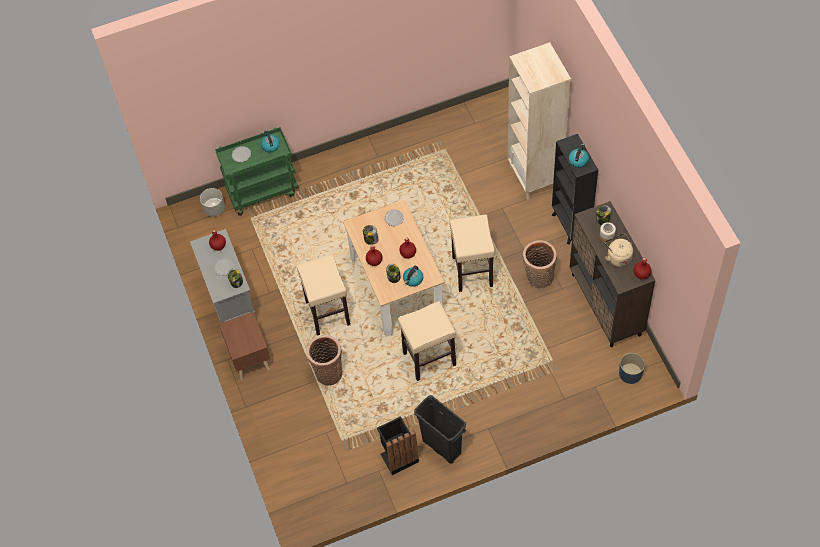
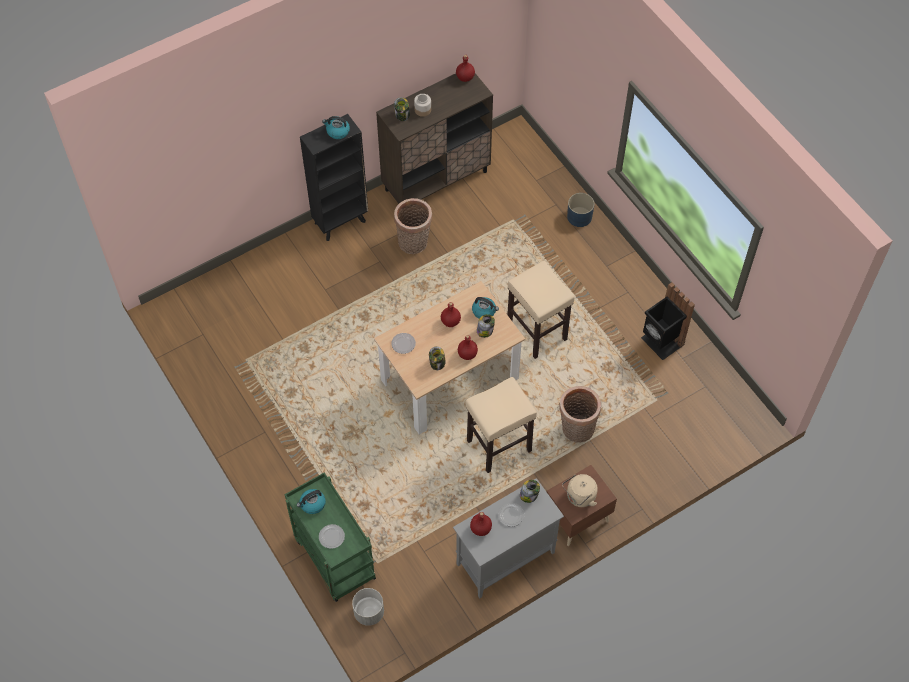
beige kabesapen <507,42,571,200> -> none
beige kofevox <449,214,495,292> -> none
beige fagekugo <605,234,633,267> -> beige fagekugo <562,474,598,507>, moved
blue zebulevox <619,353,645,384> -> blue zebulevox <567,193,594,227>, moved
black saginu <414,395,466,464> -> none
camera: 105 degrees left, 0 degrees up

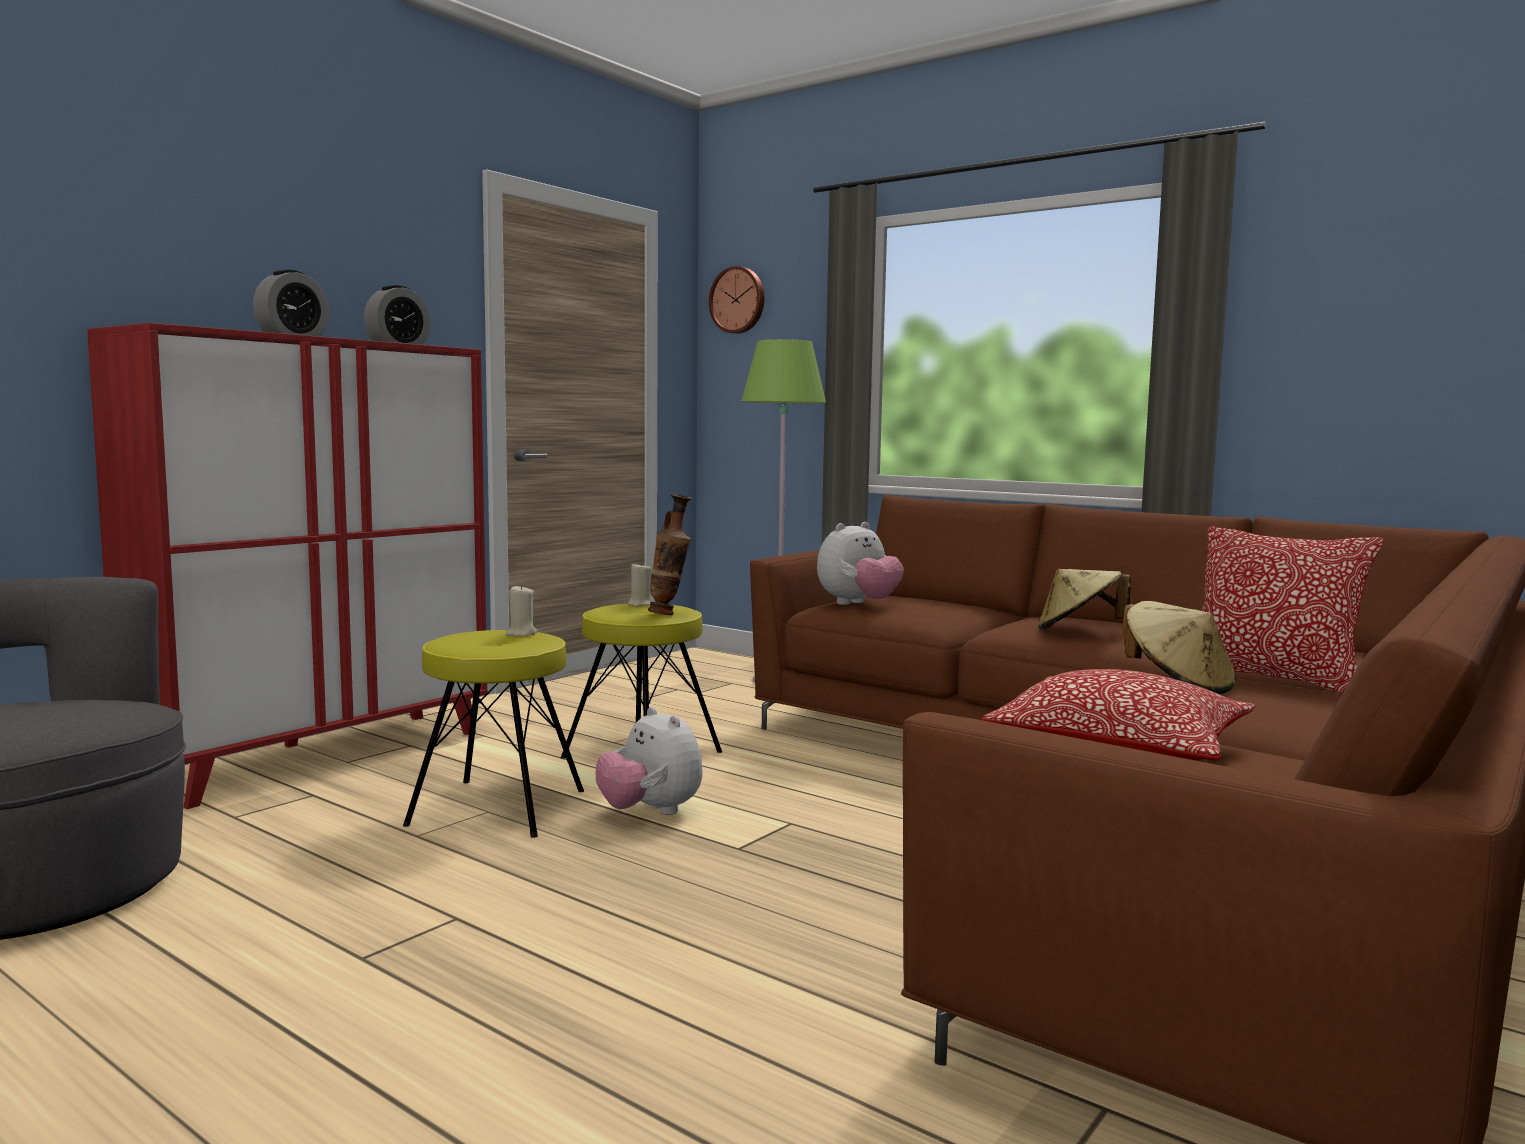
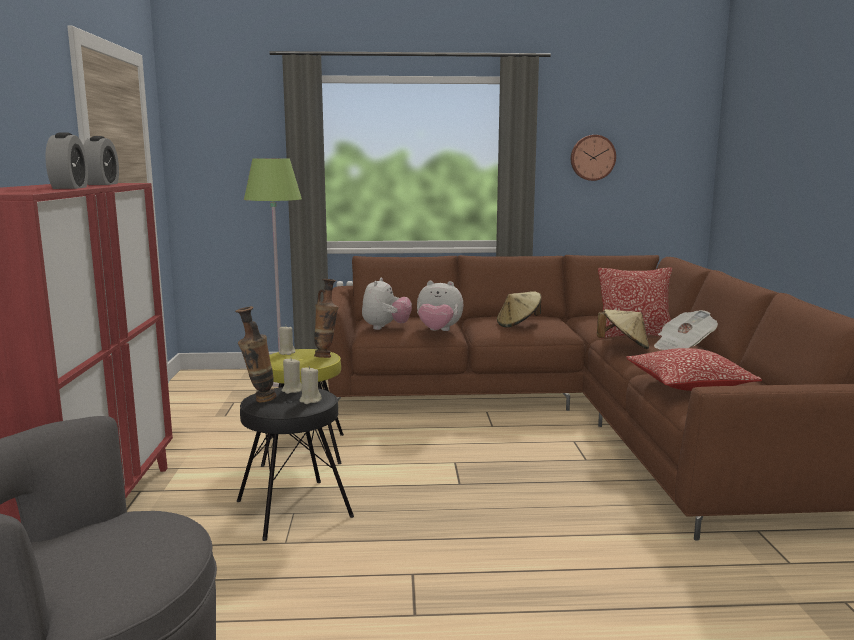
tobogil <709,266,765,334> -> tobogil <571,135,616,181>, moved
yellow kofevox <403,630,584,838> -> black kofevox <237,387,354,541>
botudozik <596,707,703,815> -> botudozik <417,281,463,331>, moved
none -> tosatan <235,306,276,402>
none -> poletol <654,310,718,350>
none -> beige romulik <299,367,322,404>
camera: 40 degrees left, 5 degrees up

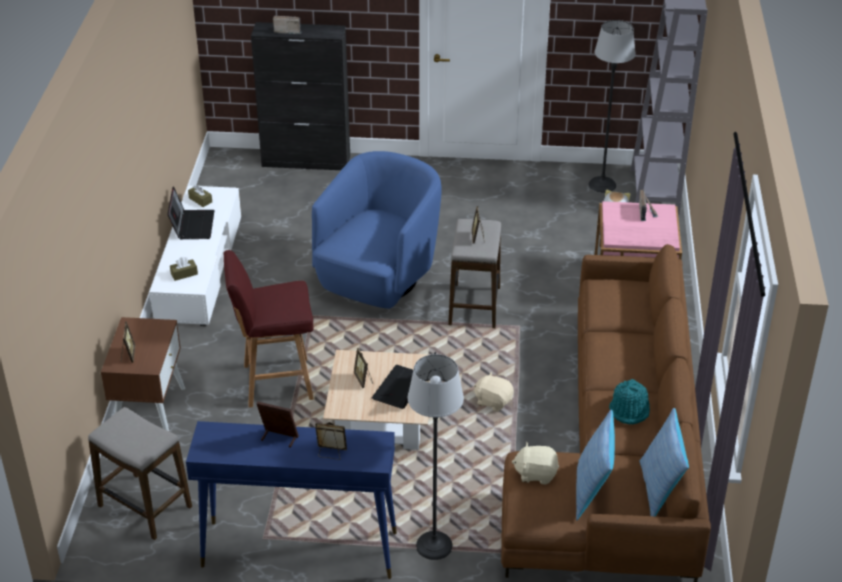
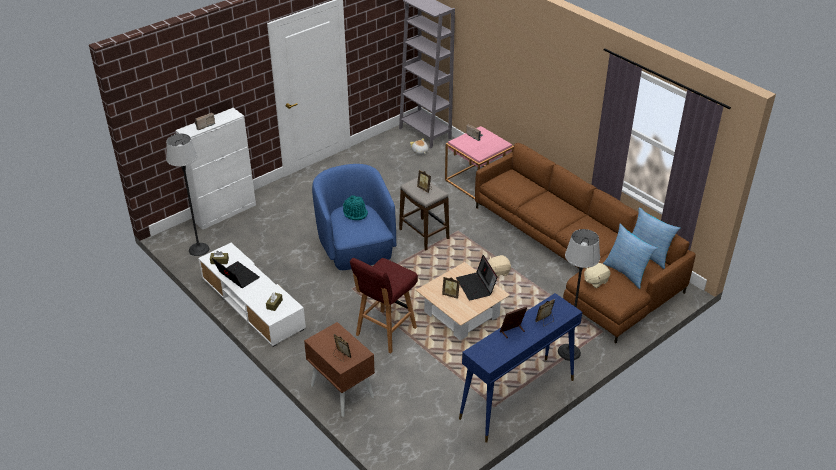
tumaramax <589,20,636,193> -> tumaramax <166,133,209,256>, moved
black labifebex <251,22,350,170> -> white labifebex <176,108,256,230>
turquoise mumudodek <609,379,650,424> -> turquoise mumudodek <343,195,368,220>, moved
kofevox <88,407,192,540> -> none
camera: 45 degrees left, 0 degrees up

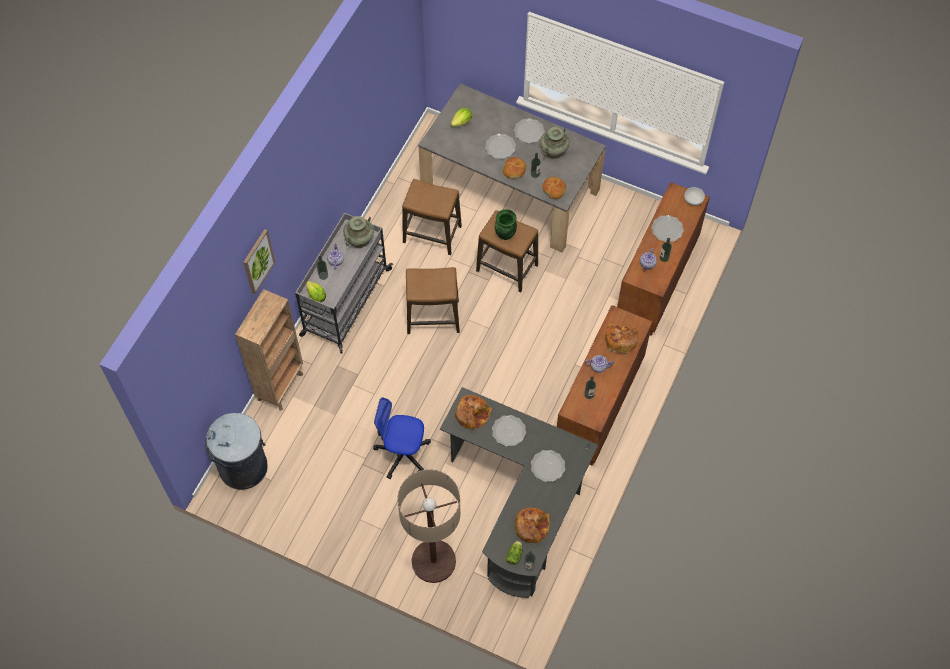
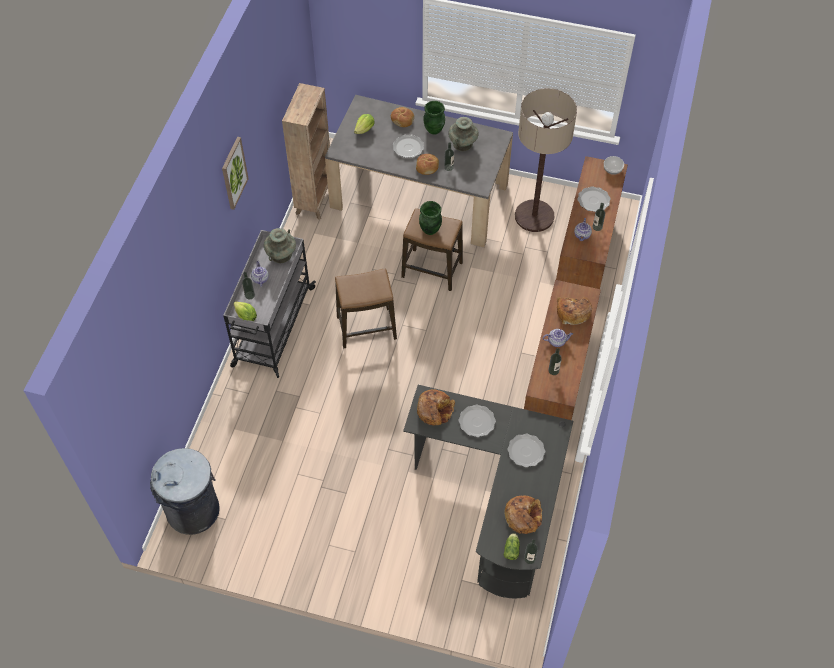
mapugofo <514,118,545,143> -> green tosatan <423,101,445,135>
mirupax <542,177,566,199> -> mirupax <391,107,414,127>, moved
kofevox <402,179,462,255> -> none
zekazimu <243,229,275,294> -> zekazimu <222,137,249,210>, moved
brown kabesapen <235,289,303,411> -> brown kabesapen <282,83,330,220>, moved
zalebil <373,397,431,479> -> none
tumaramax <397,469,461,583> -> tumaramax <515,88,577,232>, moved
camera: 10 degrees left, 5 degrees down

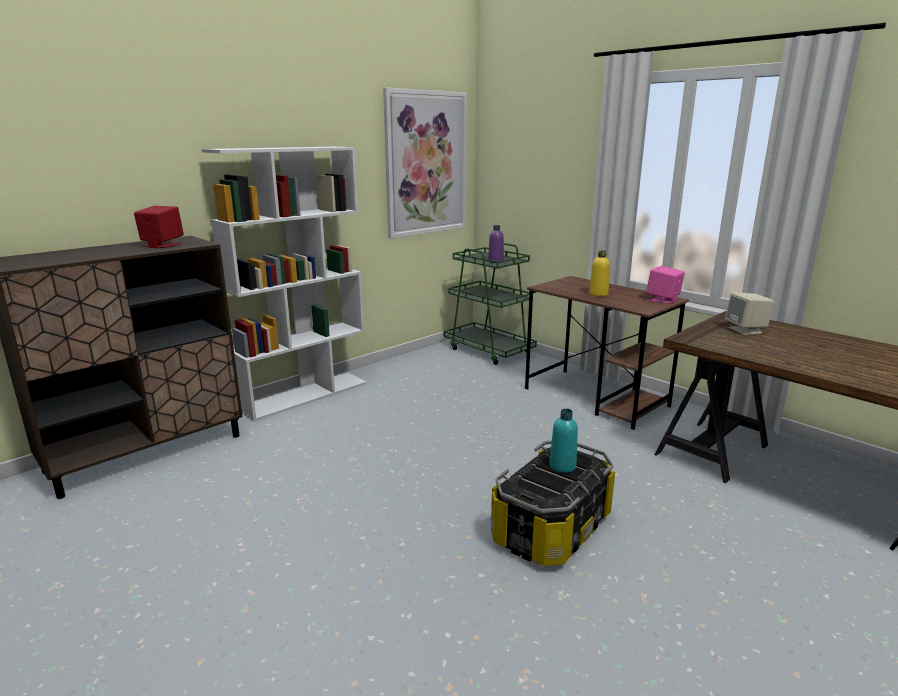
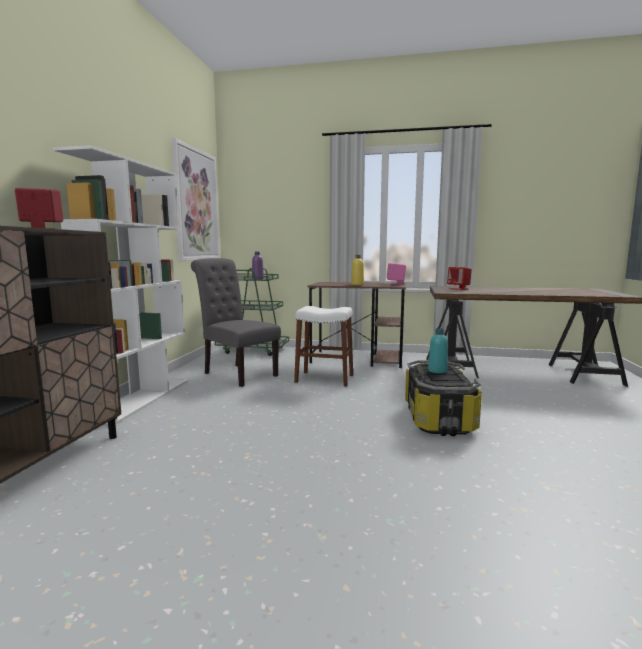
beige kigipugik <725,292,775,335> -> red kigipugik <447,267,472,290>
none -> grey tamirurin <191,258,281,387>
none -> white kofevox <294,306,353,387>
camera: 35 degrees left, 10 degrees down

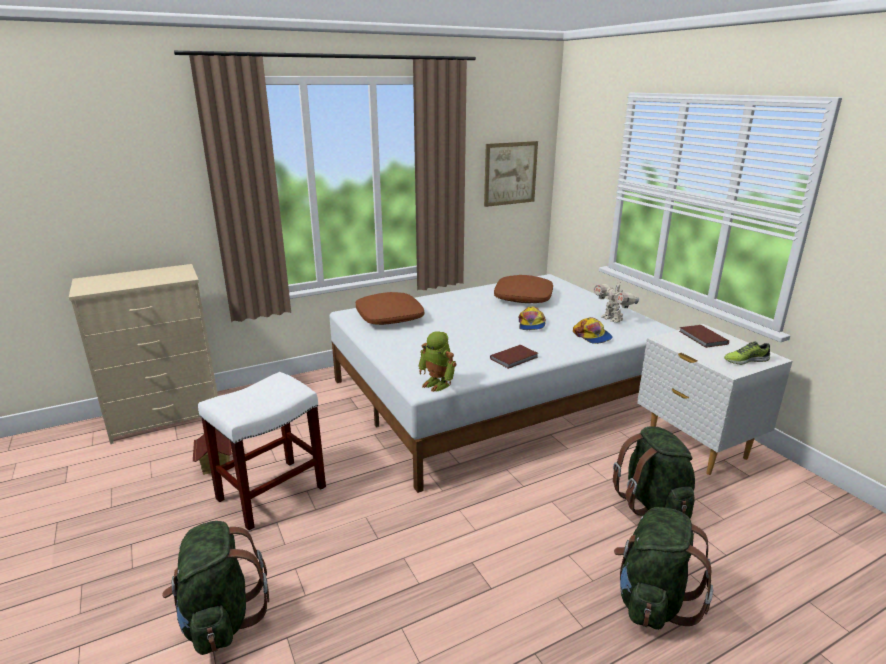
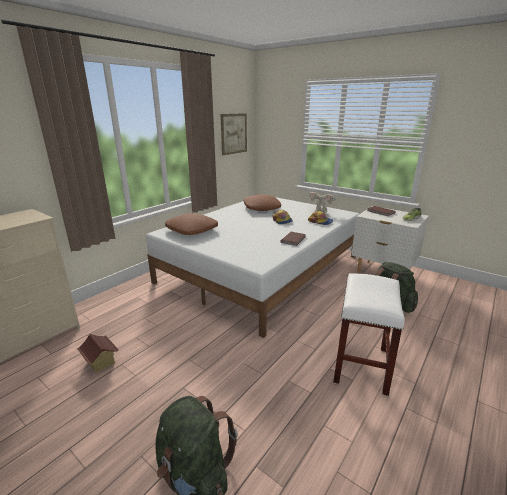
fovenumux <418,331,456,392> -> none
white kofevox <198,372,326,531> -> white kofevox <333,273,405,396>, moved
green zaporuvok <614,507,713,630> -> none
camera: 25 degrees left, 0 degrees up

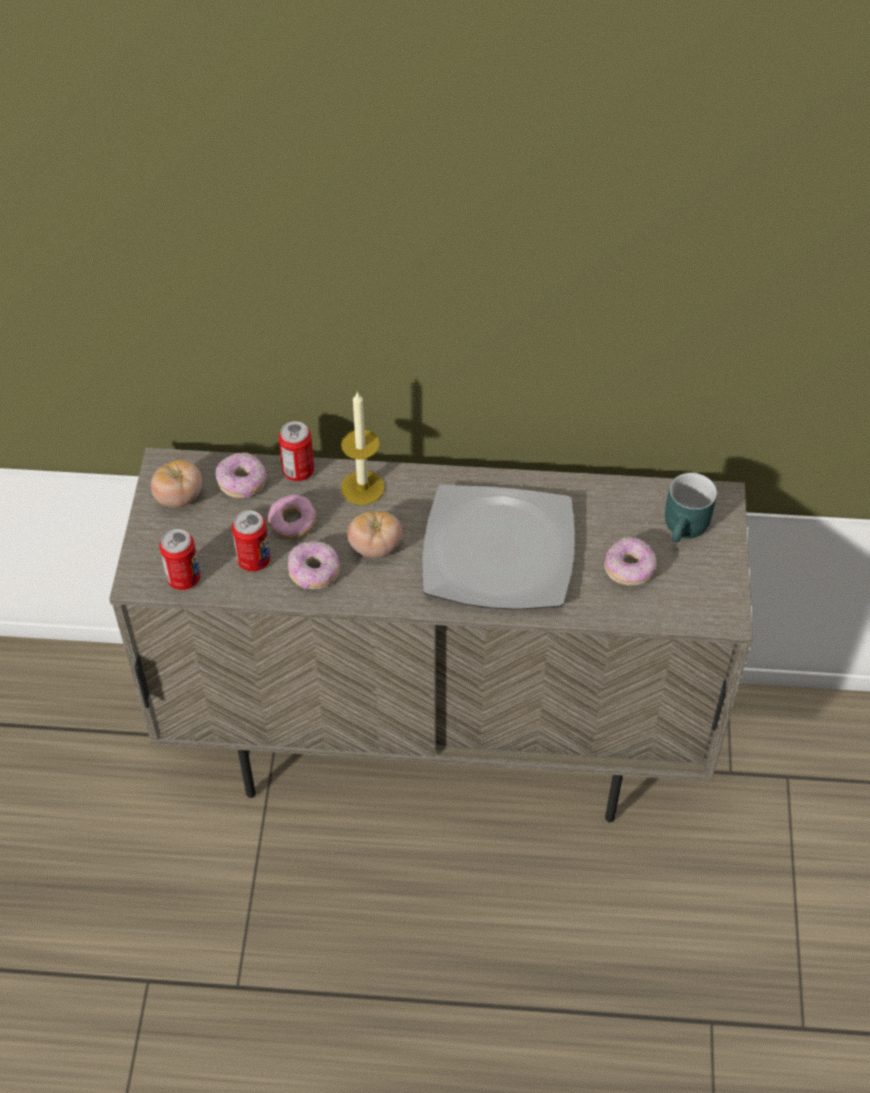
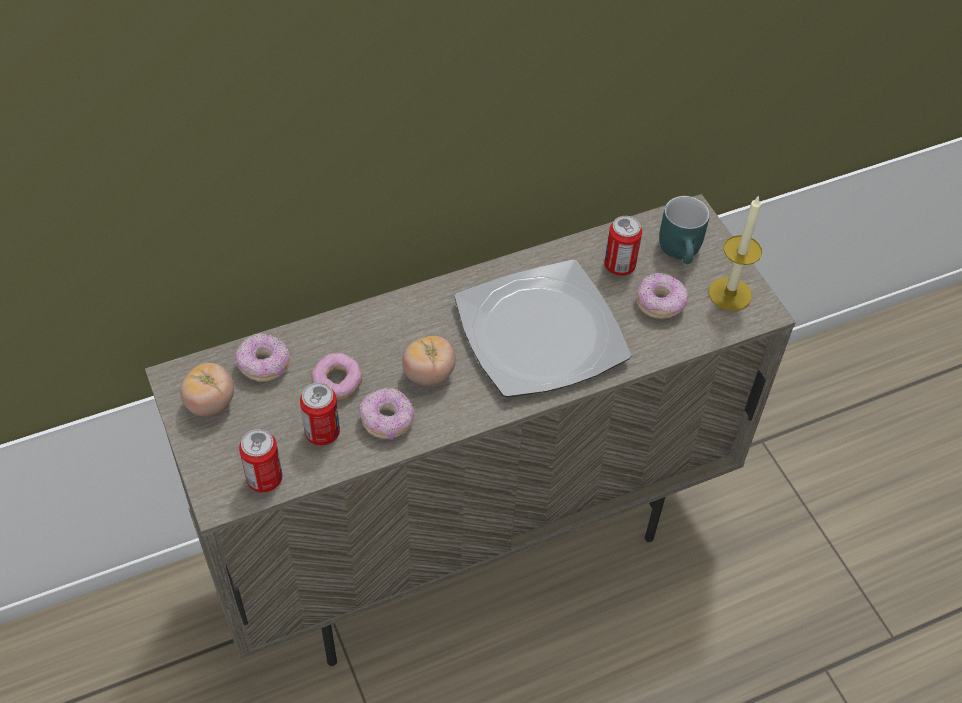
romulik <341,392,385,505> -> romulik <709,195,762,311>, moved
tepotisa <278,421,314,481> -> tepotisa <604,216,642,276>, moved
camera: 30 degrees left, 0 degrees up

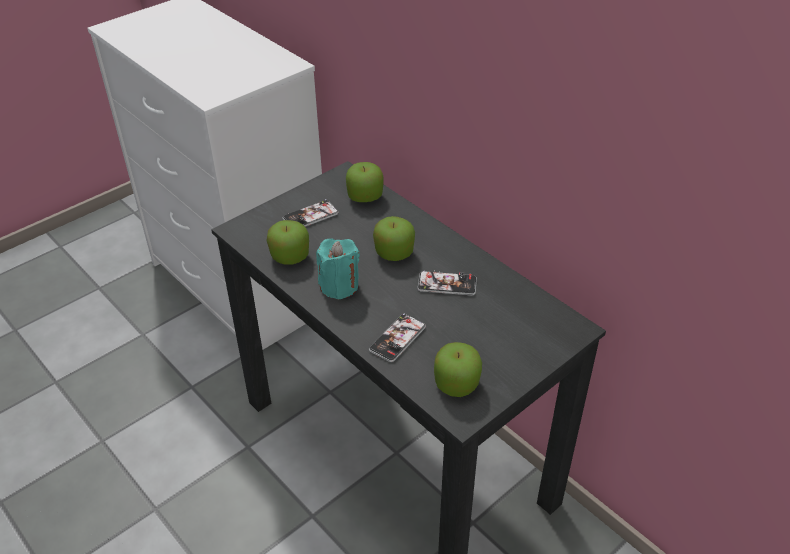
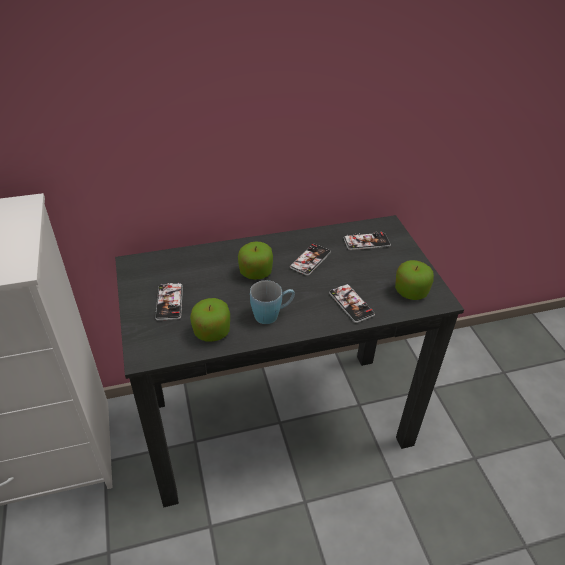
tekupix <346,162,384,202> -> none
turquoise romulik <316,238,360,300> -> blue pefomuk <250,280,295,324>
none -> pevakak <344,232,391,250>
camera: 65 degrees left, 0 degrees up

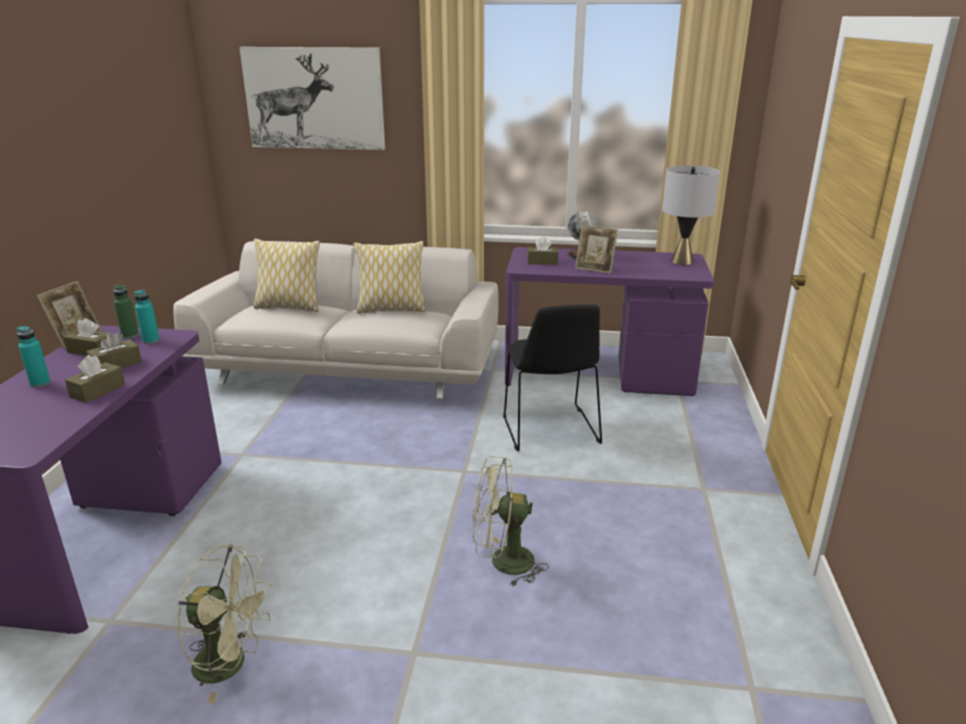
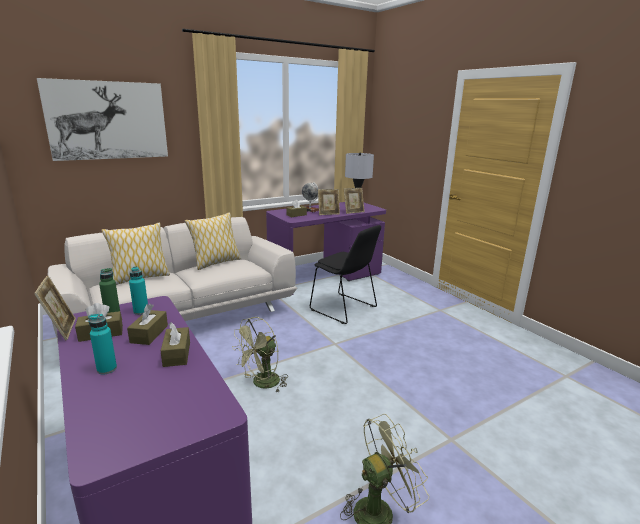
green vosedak <473,456,549,587> -> green vosedak <232,317,288,393>, moved
none -> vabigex <344,188,365,214>
camera: 40 degrees left, 5 degrees down

